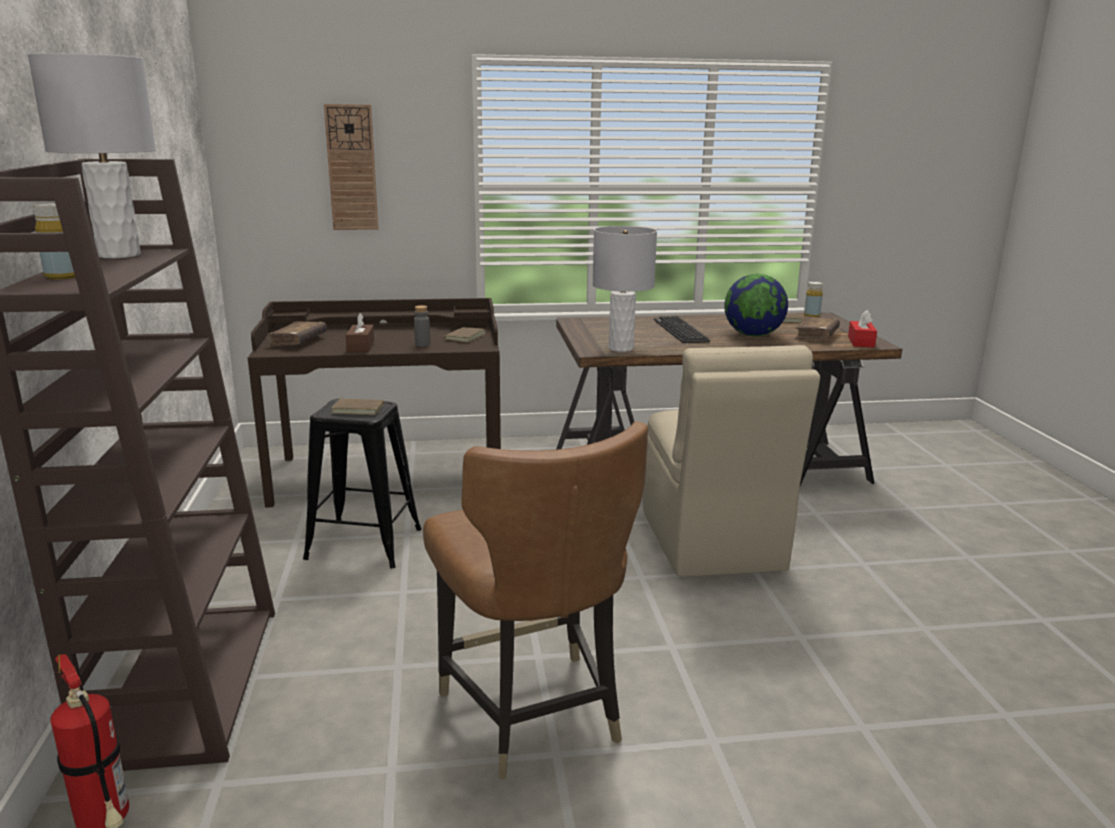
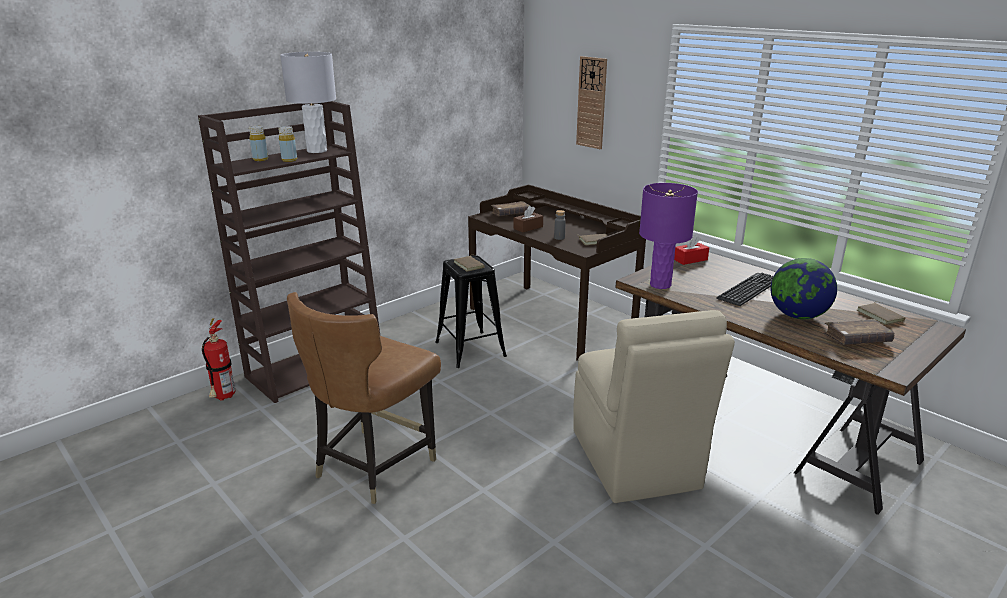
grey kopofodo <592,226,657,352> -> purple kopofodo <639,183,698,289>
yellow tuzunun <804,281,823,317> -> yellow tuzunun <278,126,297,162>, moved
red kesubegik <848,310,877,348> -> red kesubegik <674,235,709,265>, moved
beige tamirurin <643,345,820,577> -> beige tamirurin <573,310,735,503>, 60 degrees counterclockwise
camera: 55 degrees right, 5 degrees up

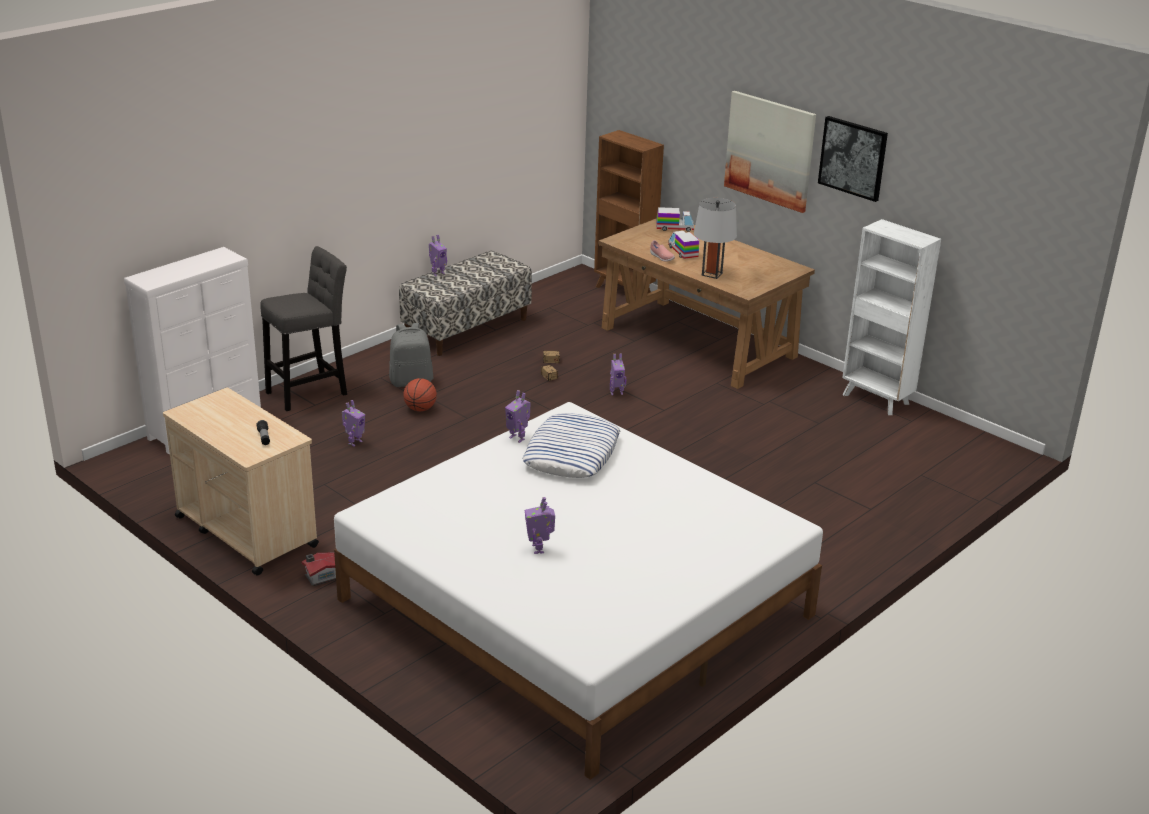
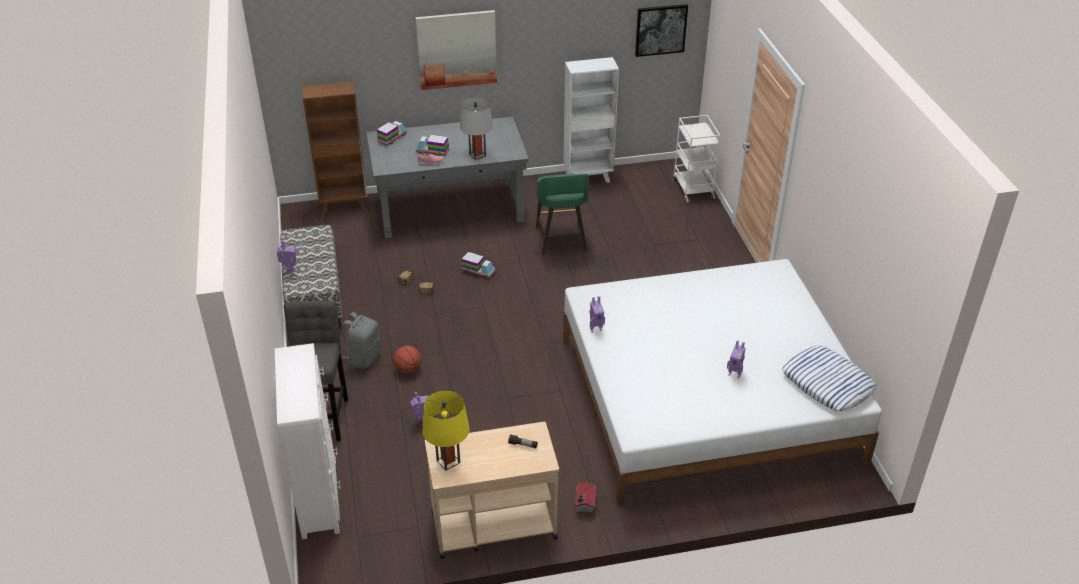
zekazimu <818,116,888,202> -> zekazimu <635,4,688,57>, moved
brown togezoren <598,219,815,389> -> grey togezoren <366,117,529,238>
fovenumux <610,353,626,396> -> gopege <461,252,495,278>
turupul <522,413,620,478> -> turupul <782,346,877,411>, moved
none -> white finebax <673,115,720,203>
none -> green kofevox <536,174,589,255>
none -> yellow kopofodo <423,391,469,471>
camera: 55 degrees left, 10 degrees up

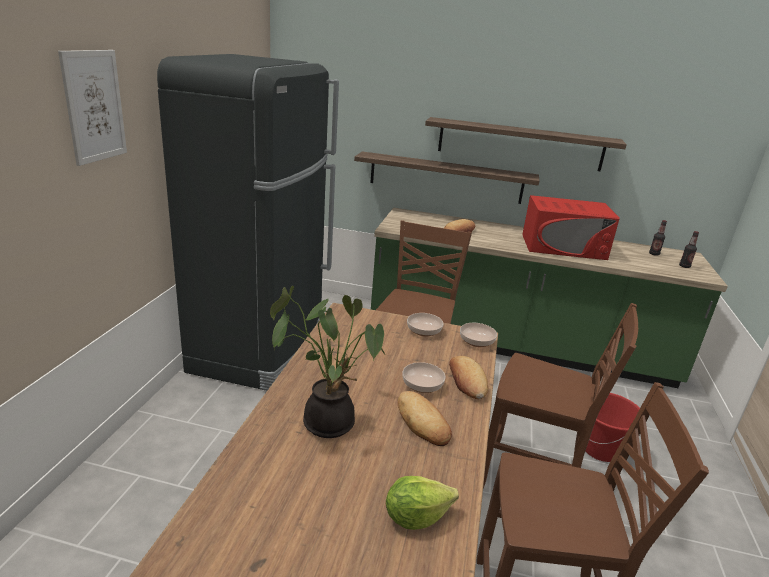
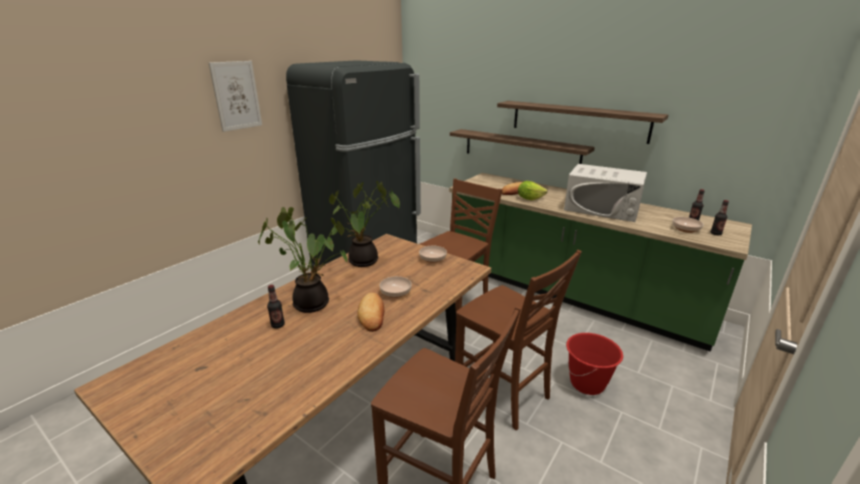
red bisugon <522,195,620,260> -> white bisugon <564,164,647,222>
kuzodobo <460,323,497,347> -> kuzodobo <672,217,703,233>, moved
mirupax <449,356,488,399> -> none
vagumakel <386,476,459,530> -> vagumakel <518,181,548,200>, moved
none -> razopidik <329,181,400,267>
none -> tuzunun <267,285,285,329>
camera: 25 degrees right, 0 degrees up

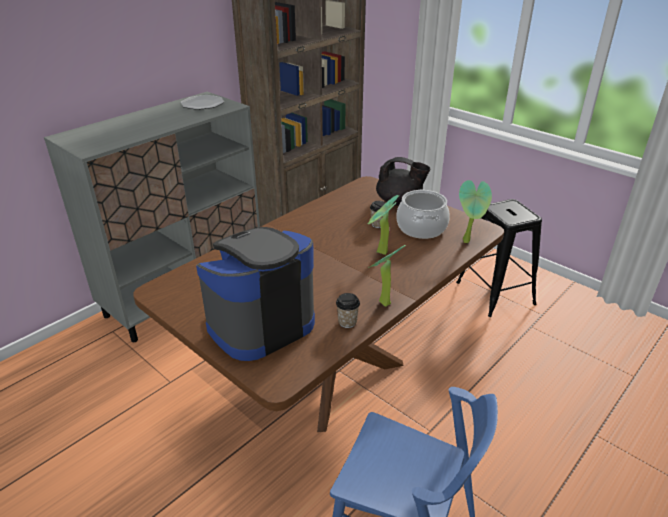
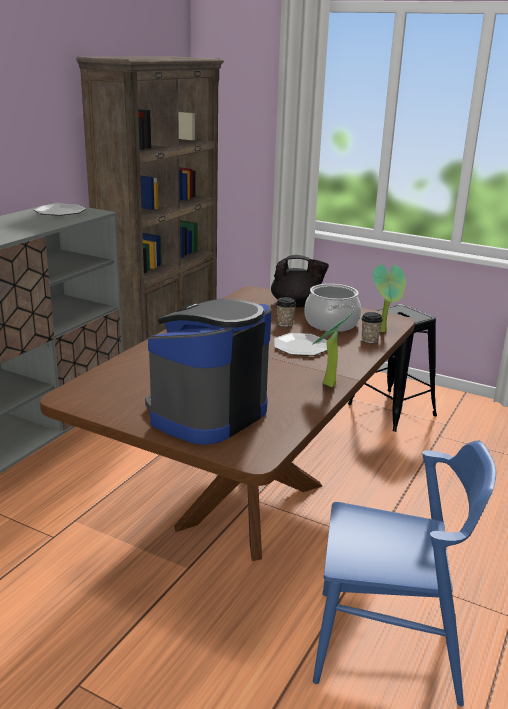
razopidik <368,195,399,255> -> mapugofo <274,333,327,356>
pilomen <336,293,360,328> -> pilomen <361,312,383,343>, moved
camera: 15 degrees left, 10 degrees down

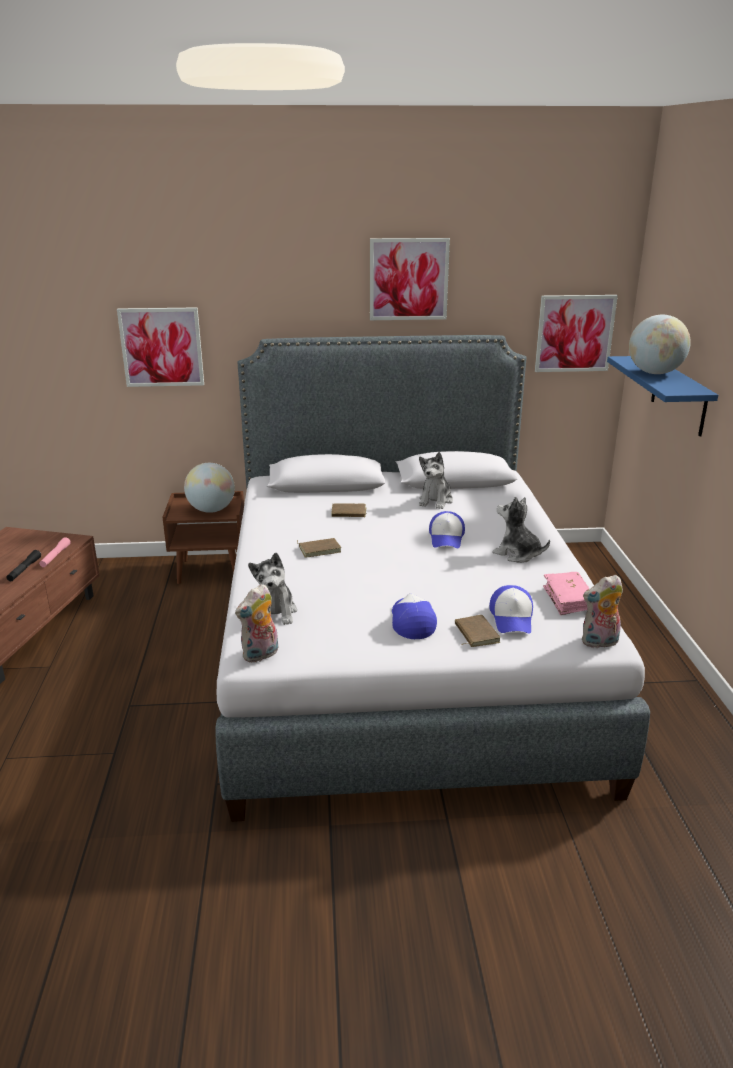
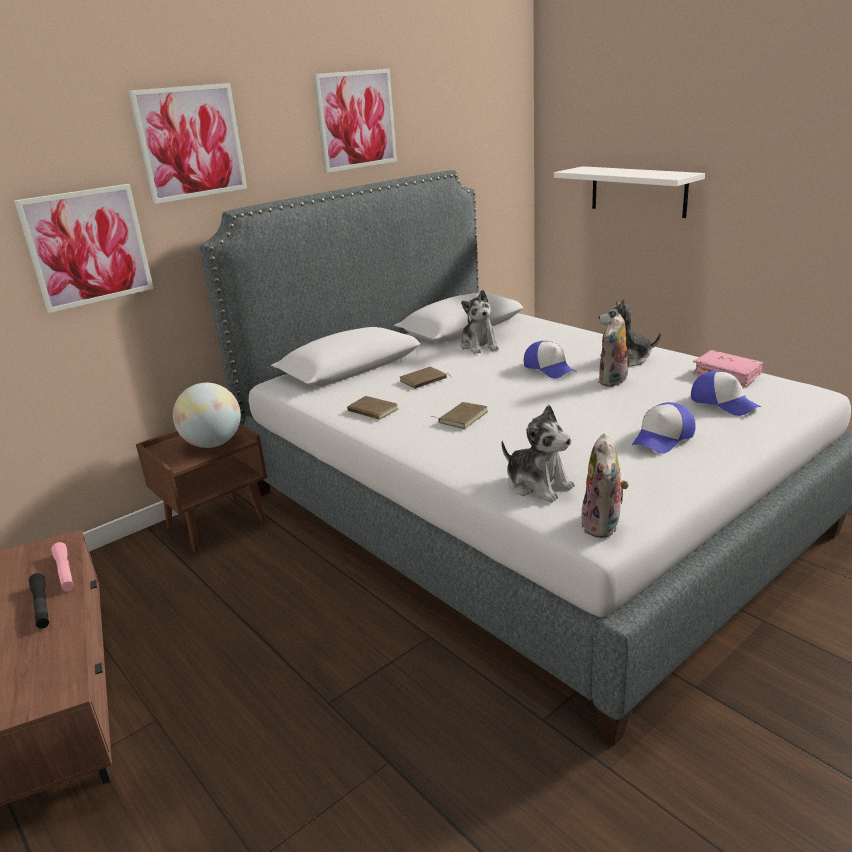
zekazimu <535,295,618,372> -> zekazimu <128,83,247,204>, moved
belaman <629,315,691,374> -> none
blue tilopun <607,356,718,436> -> white tilopun <554,166,705,218>
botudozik <582,575,623,649> -> botudozik <598,314,632,387>, moved
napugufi <392,593,437,639> -> napugufi <632,402,696,454>, 90 degrees counterclockwise
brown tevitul <455,615,500,647> -> brown tevitul <347,396,398,420>, moved
camera: 35 degrees left, 0 degrees up

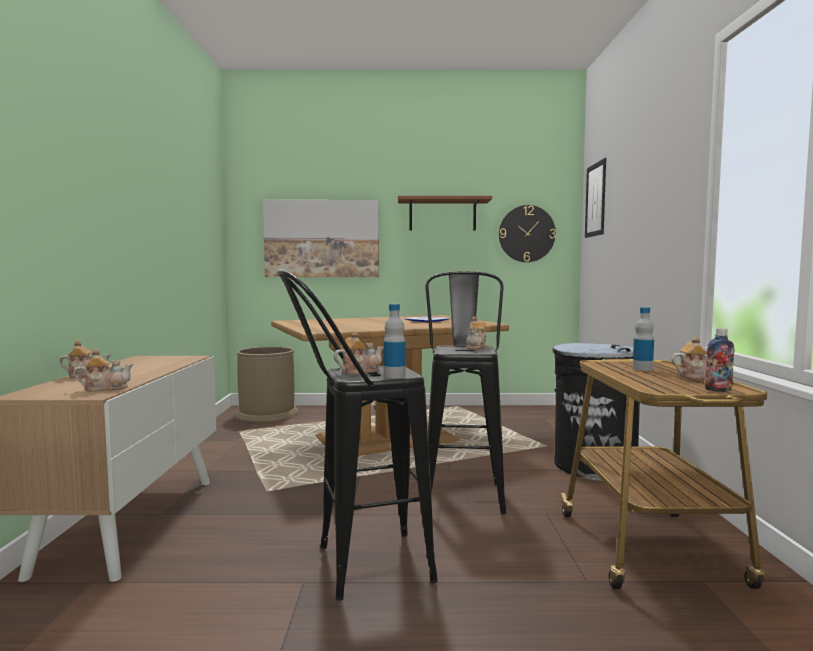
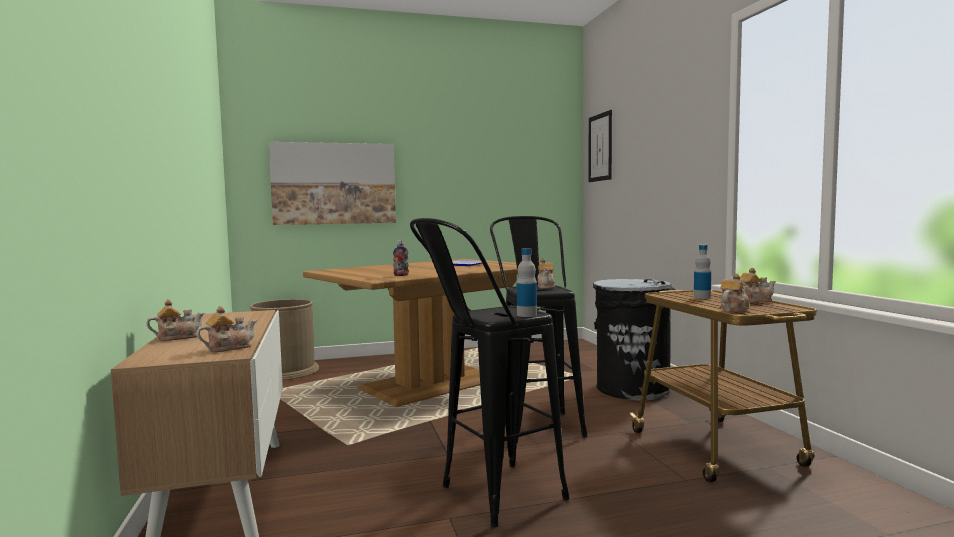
tilopun <398,196,492,231> -> none
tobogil <499,205,556,262> -> none
tuzunun <705,328,734,392> -> tuzunun <393,240,409,276>, moved
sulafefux <334,331,384,375> -> sulafefux <719,274,749,312>, moved
camera: 15 degrees left, 0 degrees up

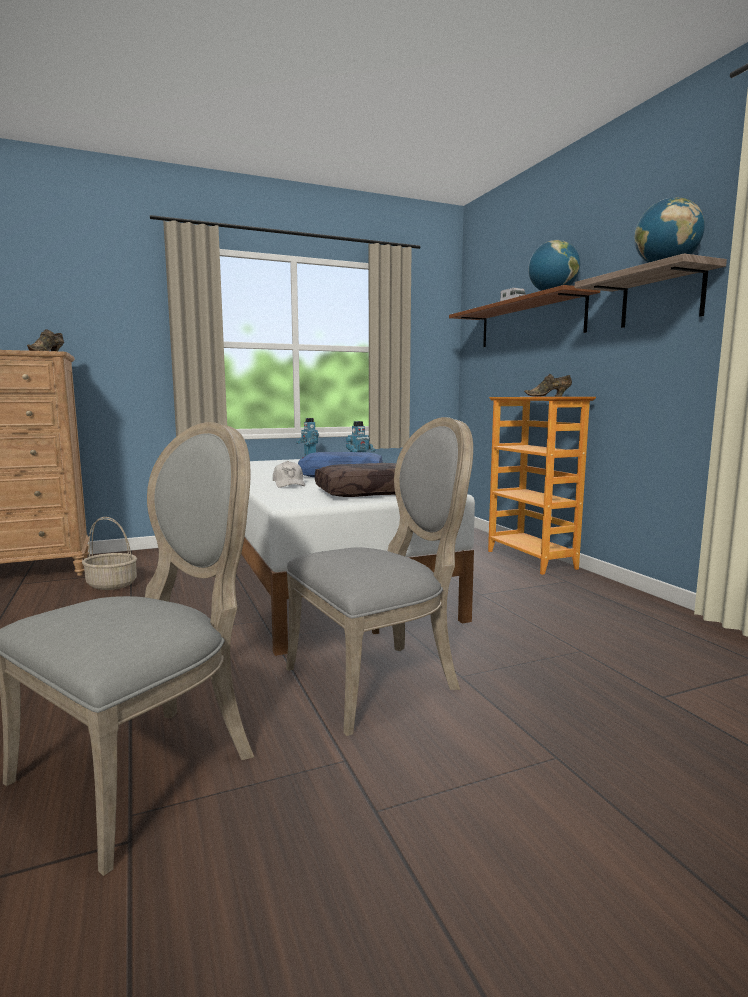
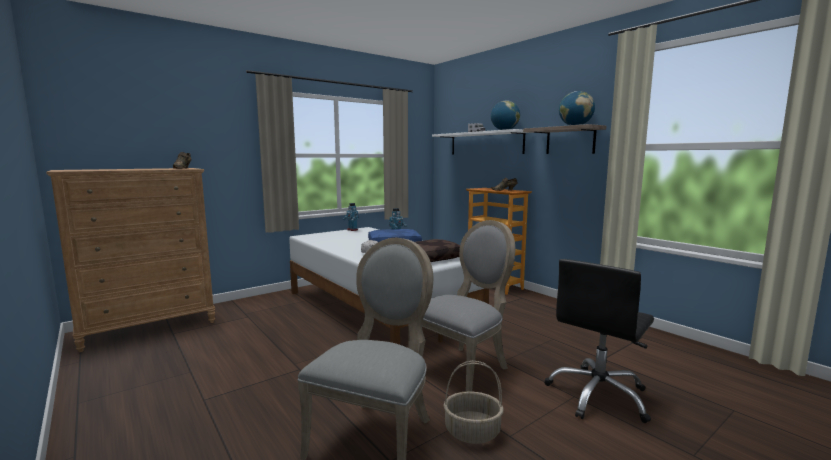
brown tilopun <449,285,600,347> -> white tilopun <432,129,530,154>
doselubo <82,517,137,590> -> doselubo <443,361,504,444>, moved
none -> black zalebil <544,259,654,423>
camera: 15 degrees left, 0 degrees up

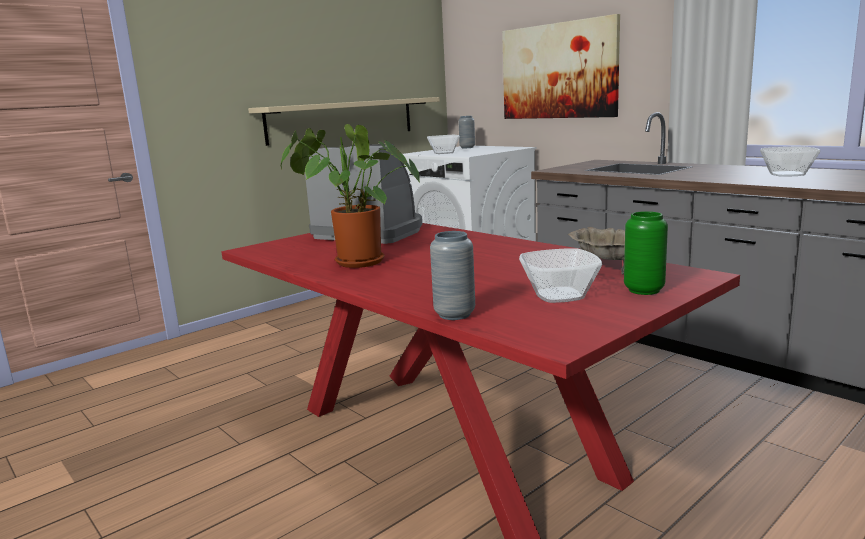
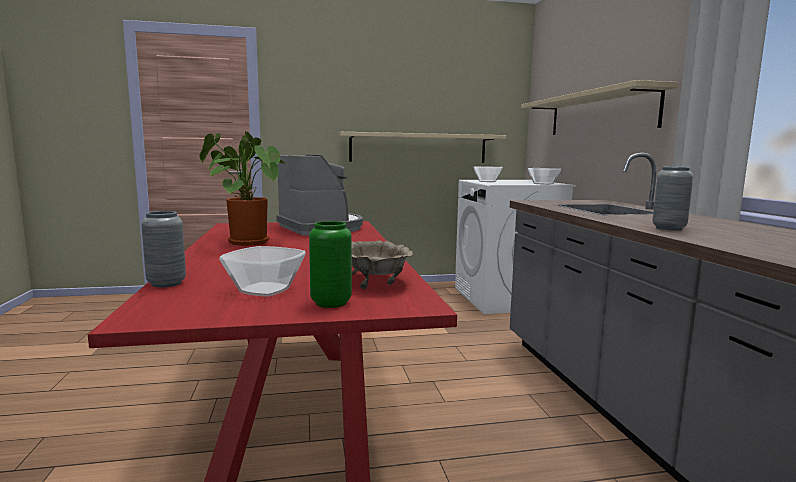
zekazimu <502,14,620,119> -> beige tilopun <521,80,678,135>
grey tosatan <458,116,475,148> -> grey tosatan <652,167,693,231>, moved
kuzodobo <760,146,820,177> -> kuzodobo <528,168,561,185>, moved
camera: 30 degrees right, 5 degrees down

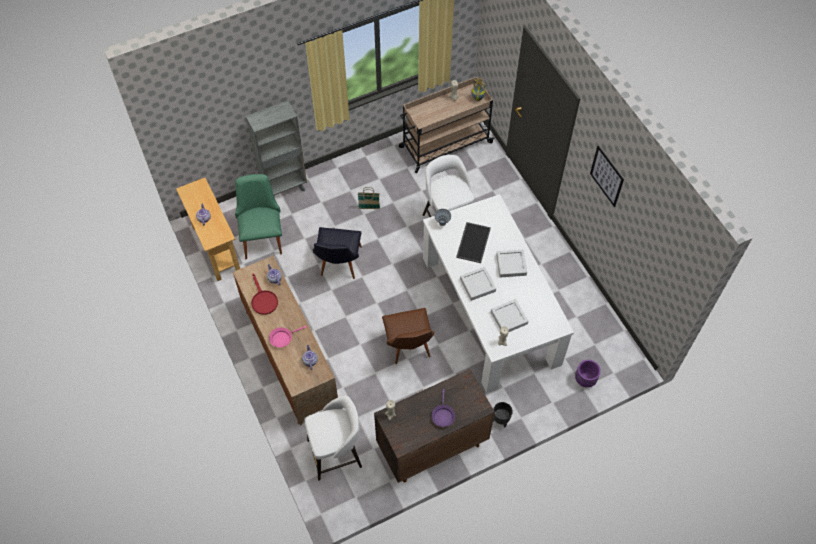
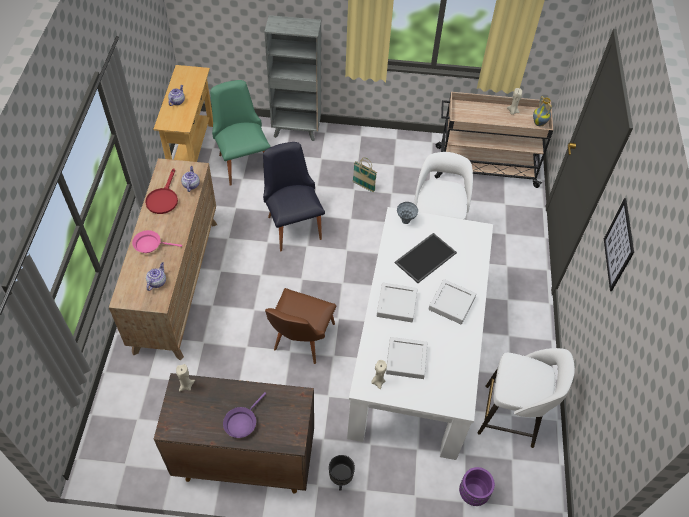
green tamirurin <235,174,282,259> -> green tamirurin <210,80,270,186>, 45 degrees counterclockwise
black tamirurin <313,227,362,279> -> black tamirurin <263,142,325,251>, 120 degrees clockwise
white kofevox <305,396,362,480> -> white kofevox <478,348,575,448>, moved
camera: 30 degrees right, 5 degrees down

